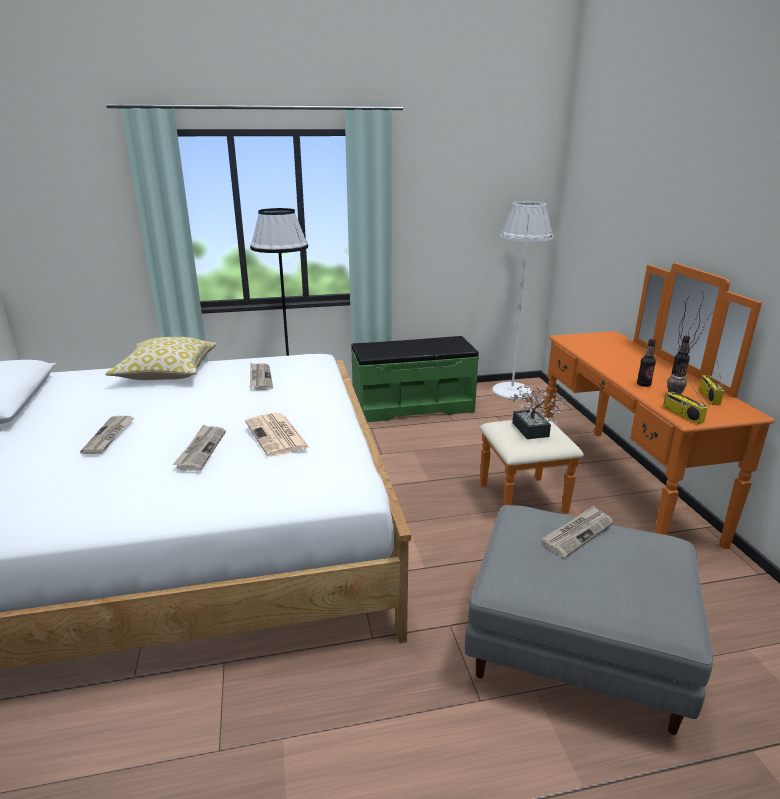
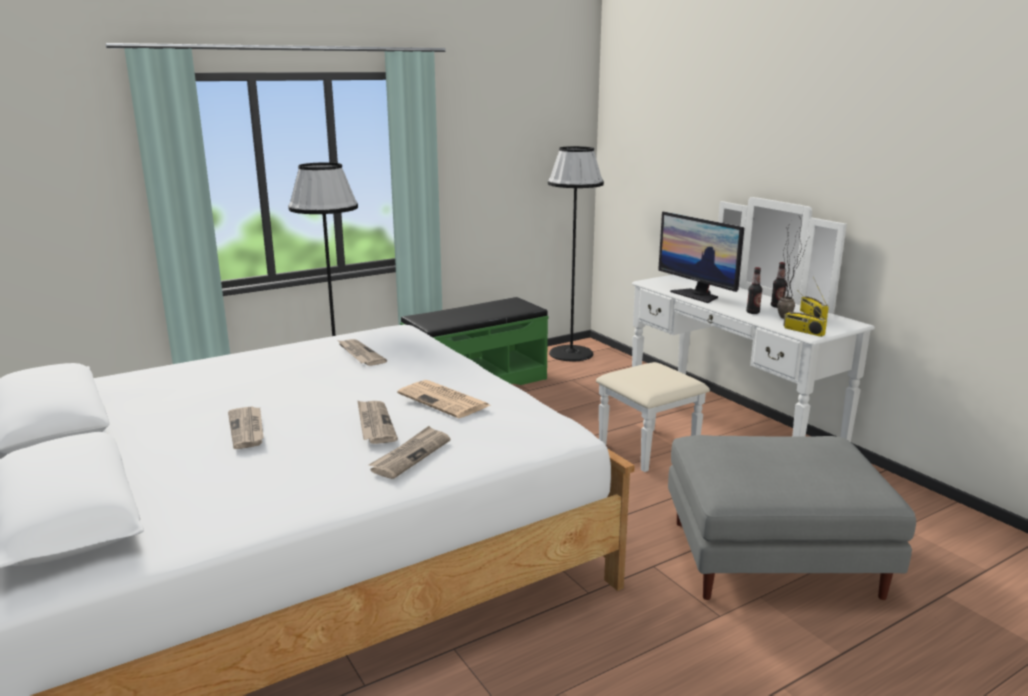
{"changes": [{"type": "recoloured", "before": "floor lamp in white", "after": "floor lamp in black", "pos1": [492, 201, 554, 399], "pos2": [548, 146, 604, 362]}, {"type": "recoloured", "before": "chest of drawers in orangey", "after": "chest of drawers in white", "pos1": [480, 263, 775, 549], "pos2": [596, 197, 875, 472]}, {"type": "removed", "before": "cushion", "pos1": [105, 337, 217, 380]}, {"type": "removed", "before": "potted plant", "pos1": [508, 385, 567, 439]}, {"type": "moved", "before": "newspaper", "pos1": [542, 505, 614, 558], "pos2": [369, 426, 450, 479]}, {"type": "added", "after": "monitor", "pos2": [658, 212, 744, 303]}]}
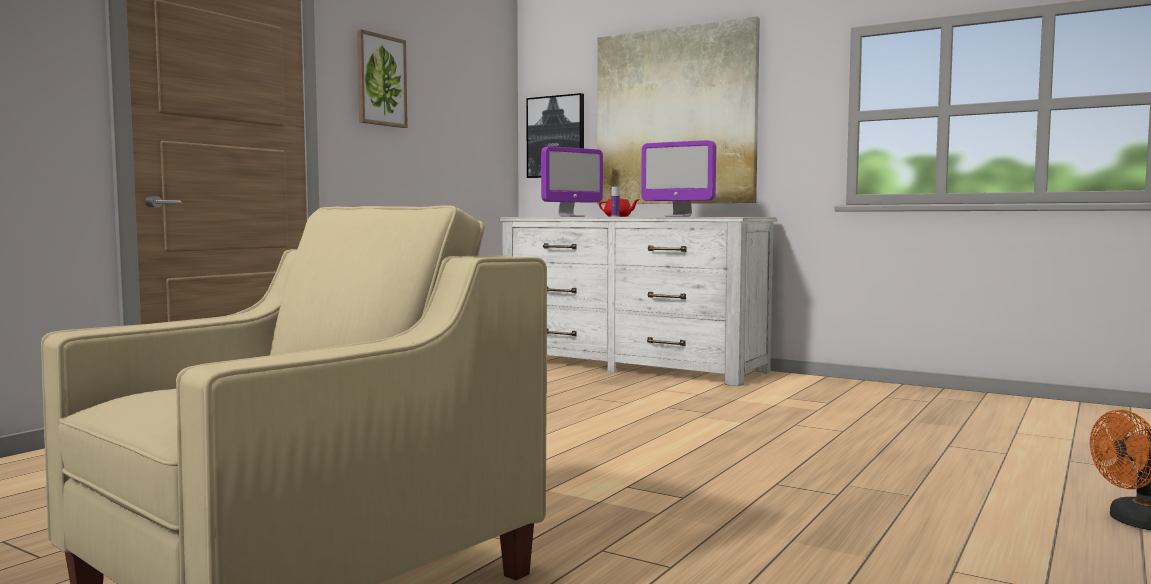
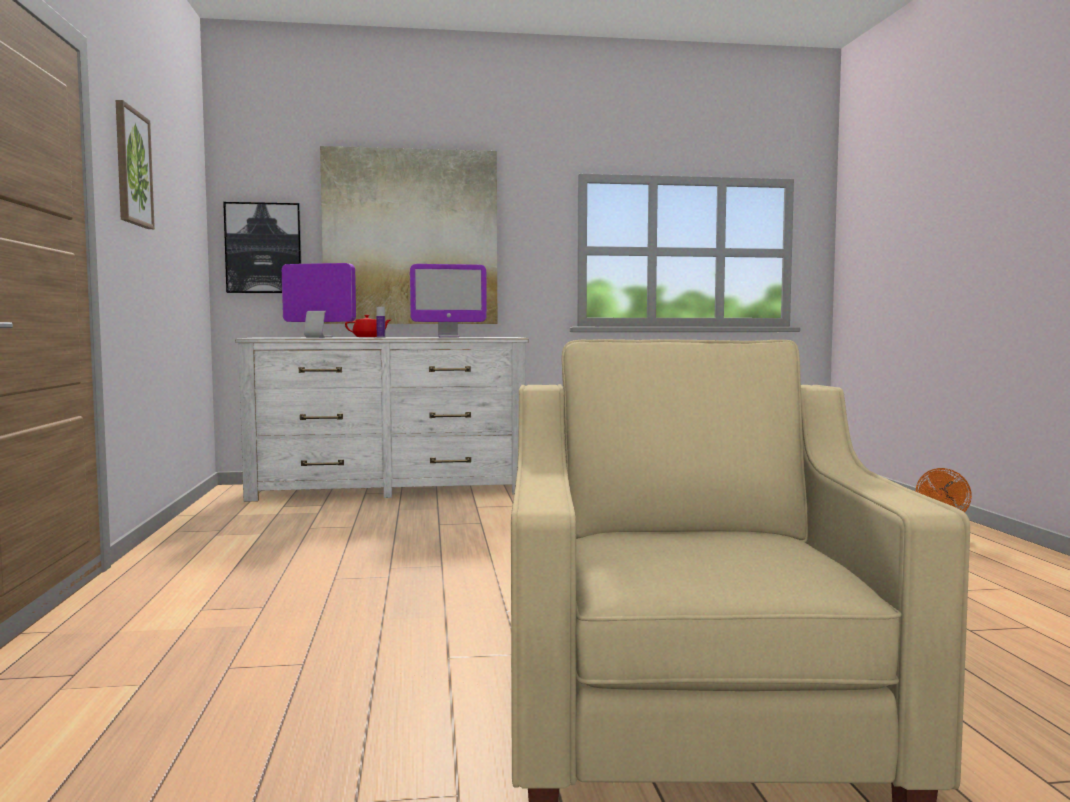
{"changes": [{"type": "turned", "before": "monitor", "pos1": [541, 147, 603, 217], "pos2": [282, 263, 356, 338], "turn": -90}]}
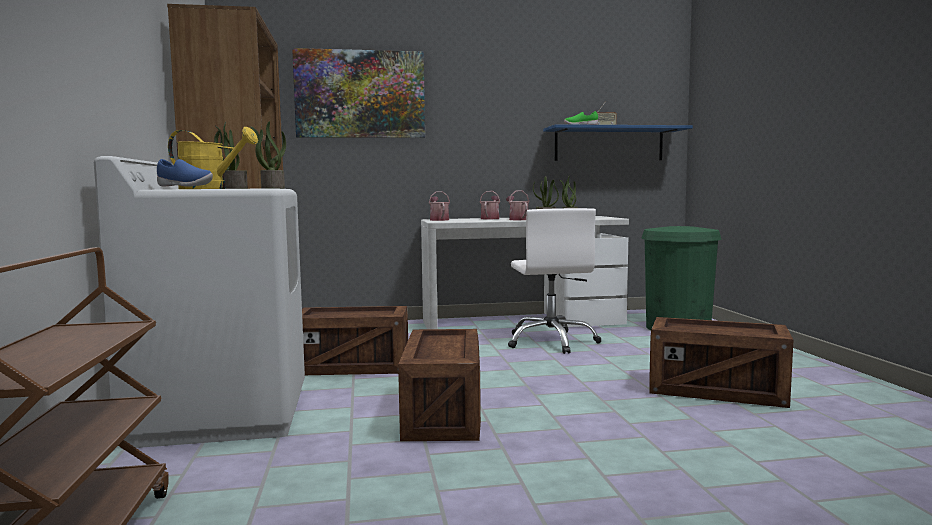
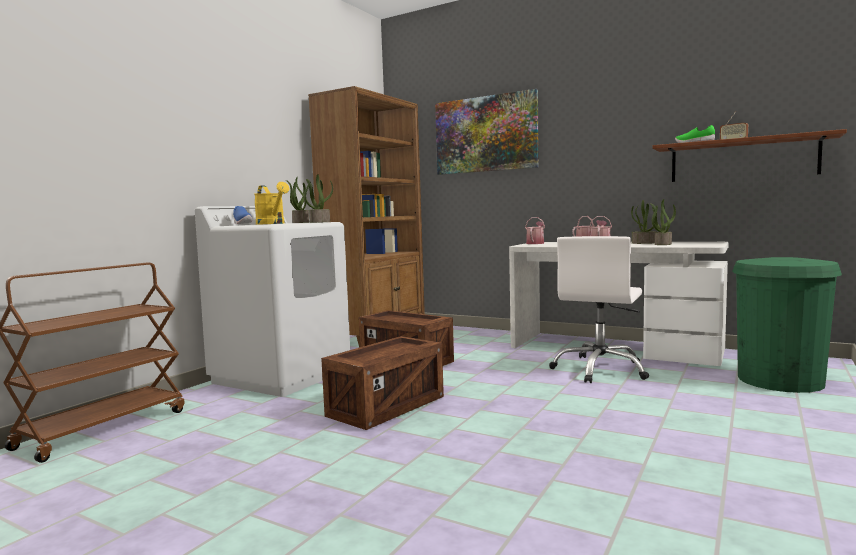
{"changes": [{"type": "recoloured", "before": "shelf in blue-coloured", "after": "shelf in brownish", "pos1": [543, 124, 693, 161], "pos2": [653, 129, 847, 182]}, {"type": "removed", "before": "crate", "pos1": [649, 317, 794, 408]}]}
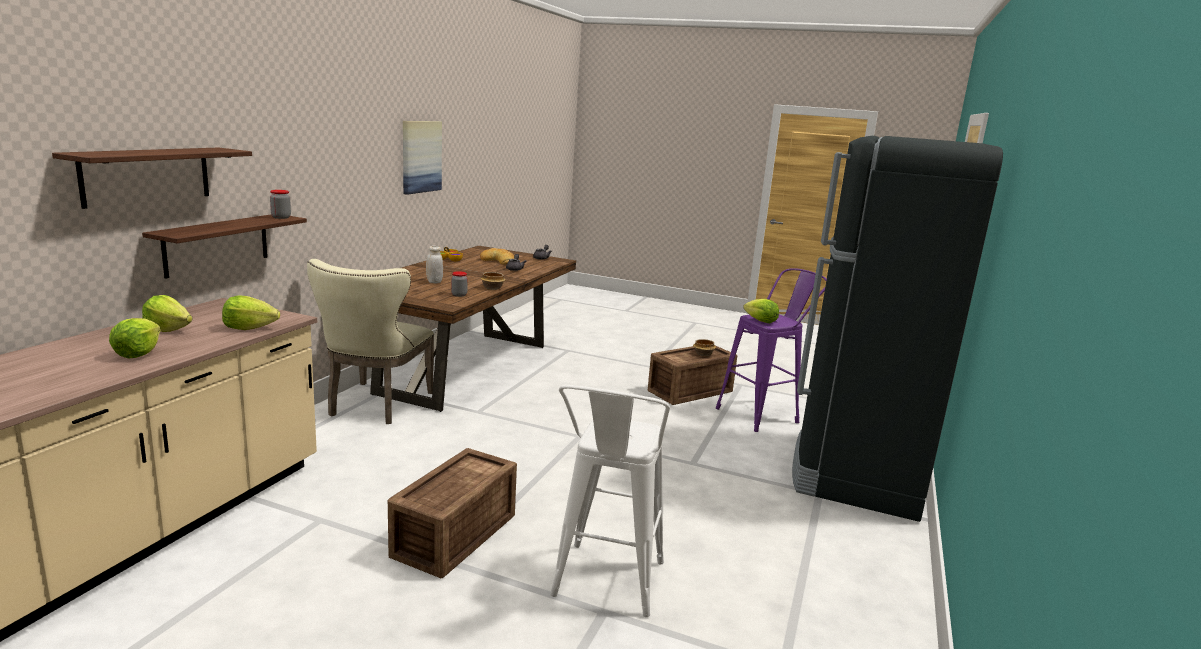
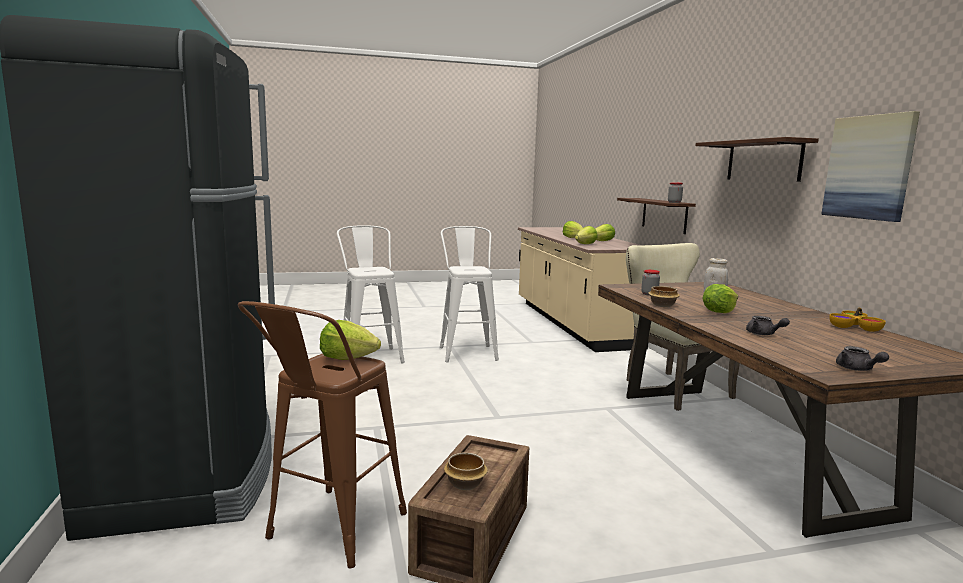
{"changes": [{"type": "moved", "before": "shelf", "pos1": [52, 147, 252, 209], "pos2": [696, 137, 819, 182]}, {"type": "removed", "before": "bread", "pos1": [480, 248, 514, 265]}, {"type": "recoloured", "before": "stool in purple-coloured", "after": "stool in brownish", "pos1": [716, 268, 827, 432], "pos2": [238, 301, 407, 568]}, {"type": "replaced", "before": "crate", "after": "stool in white", "pos1": [388, 448, 517, 578], "pos2": [440, 226, 499, 363]}, {"type": "added", "after": "lettuce head", "pos2": [702, 284, 738, 313]}]}
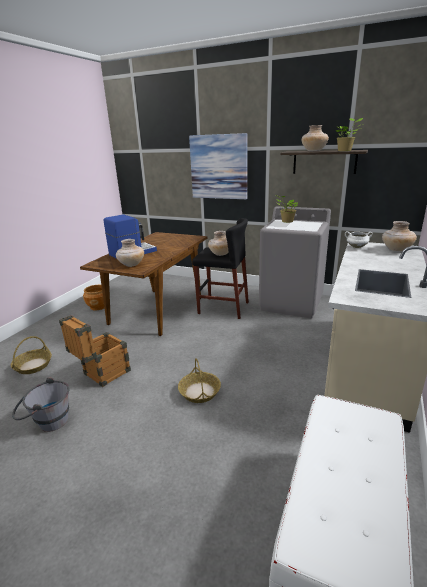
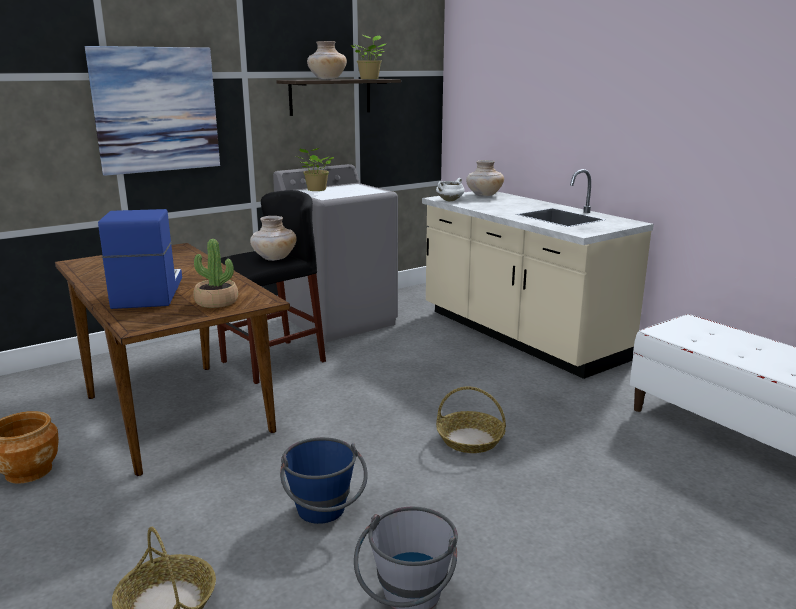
{"changes": [{"type": "replaced", "before": "vase in beige", "after": "potted plant", "pos1": [116, 239, 144, 267], "pos2": [193, 239, 238, 308]}, {"type": "replaced", "before": "crate", "after": "water bucket in blue-coloured", "pos1": [59, 315, 131, 387], "pos2": [280, 437, 368, 524]}]}
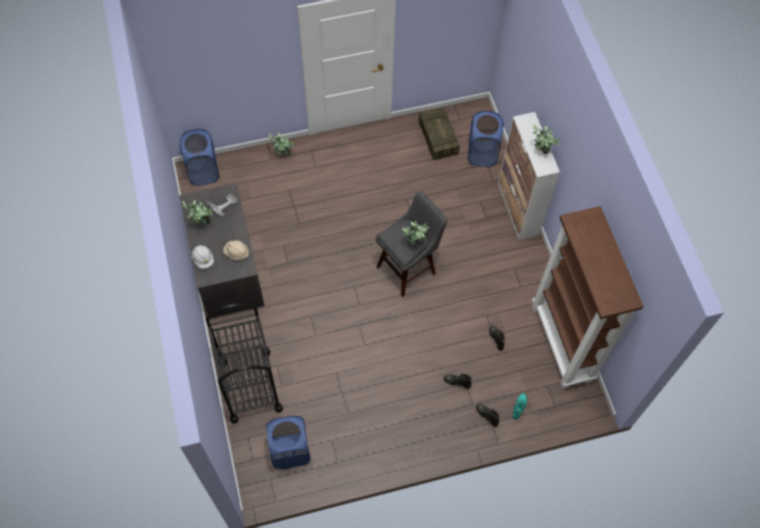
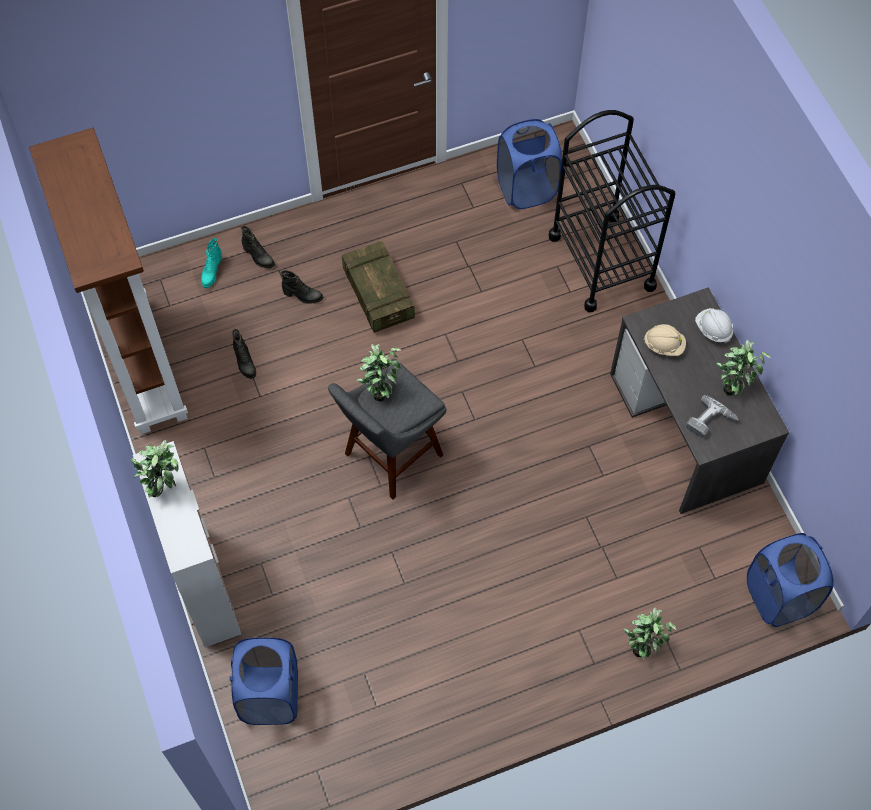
{"changes": [{"type": "moved", "before": "crate", "pos1": [419, 107, 460, 160], "pos2": [342, 241, 415, 333]}]}
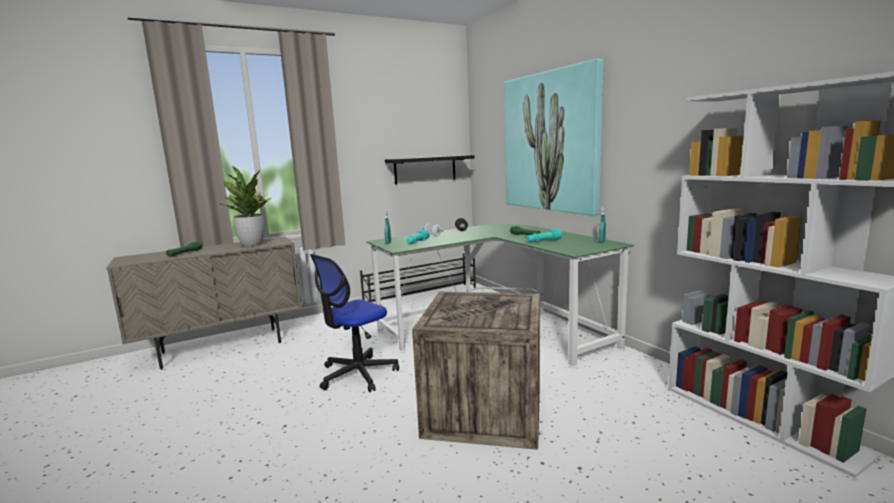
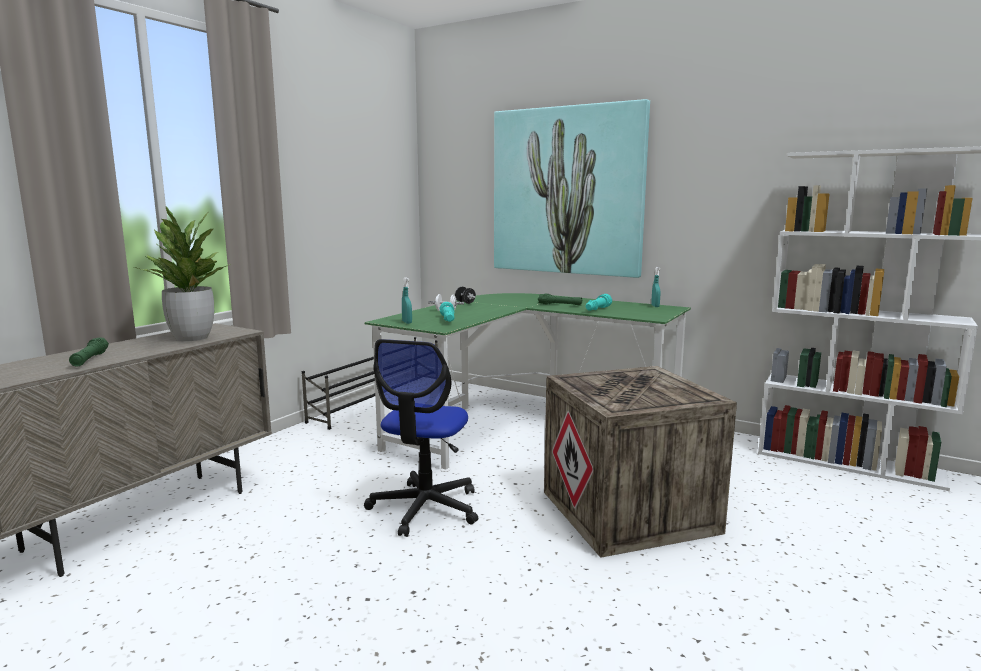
{"changes": [{"type": "removed", "before": "shelf in black", "pos1": [385, 155, 474, 184]}]}
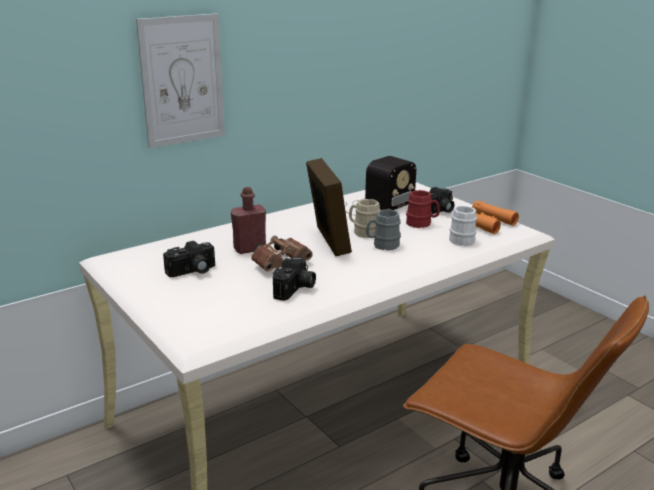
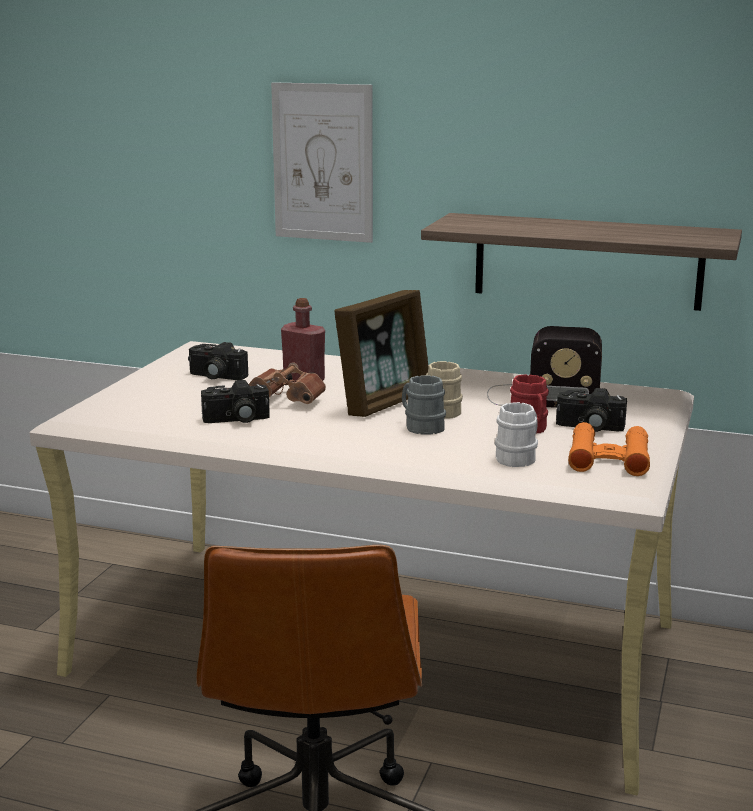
{"changes": [{"type": "added", "after": "shelf", "pos2": [421, 213, 742, 311]}]}
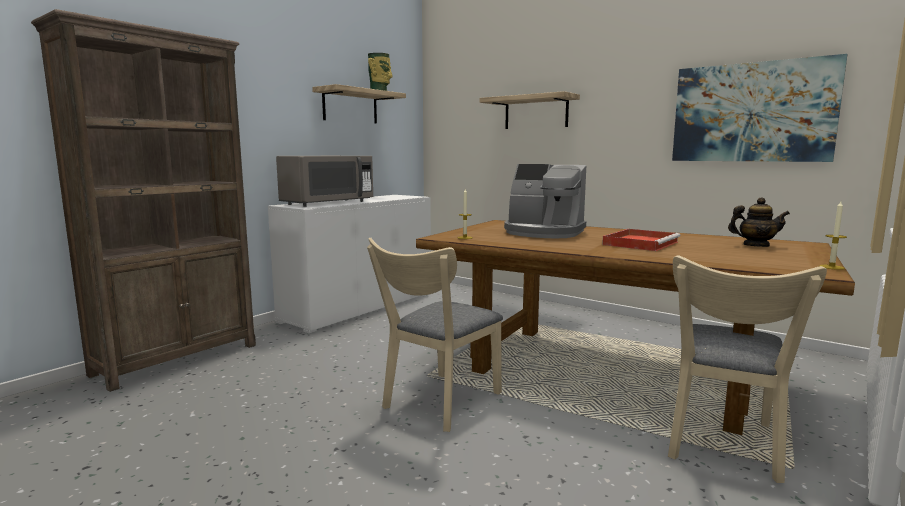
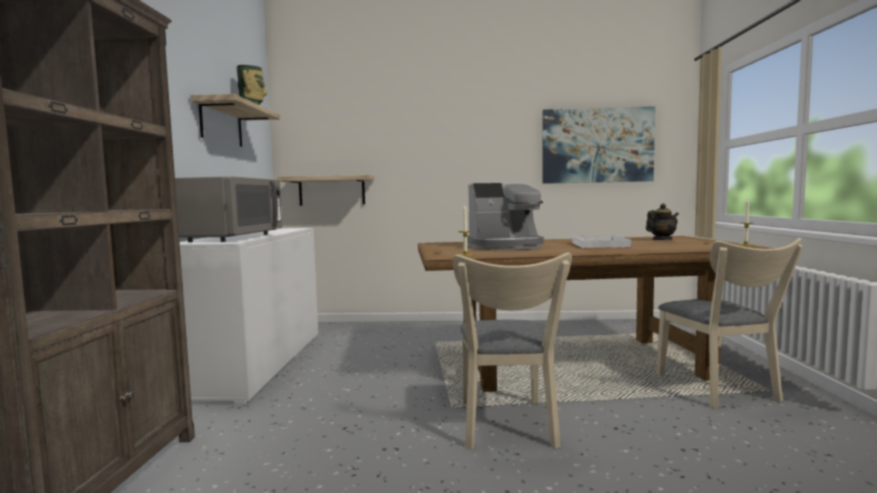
{"changes": [{"type": "moved", "before": "shelf", "pos1": [479, 91, 580, 129], "pos2": [277, 175, 375, 206]}, {"type": "recoloured", "before": "serving tray in red", "after": "serving tray in white", "pos1": [602, 229, 680, 251], "pos2": [573, 235, 633, 249]}]}
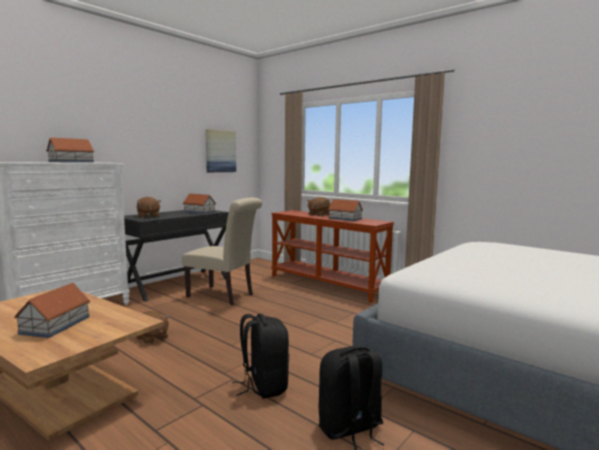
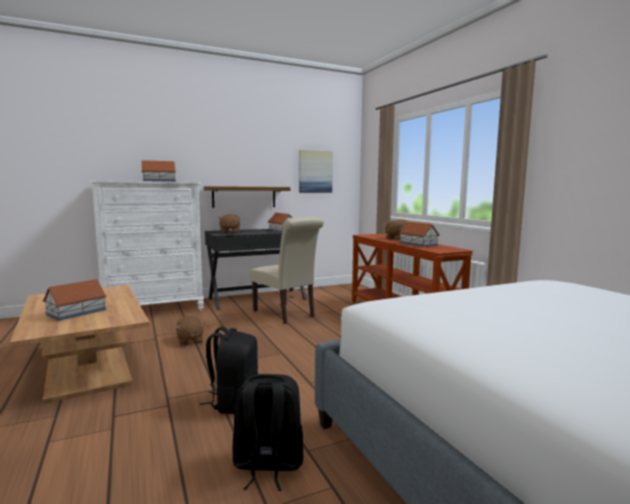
{"changes": [{"type": "added", "after": "shelf", "pos2": [204, 186, 290, 208]}]}
